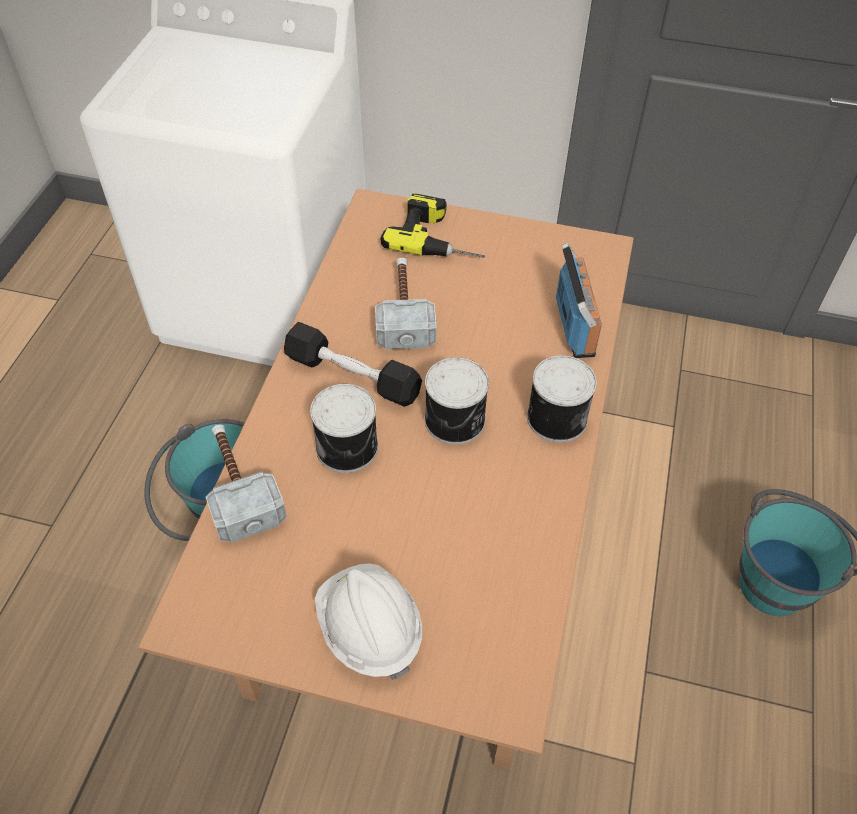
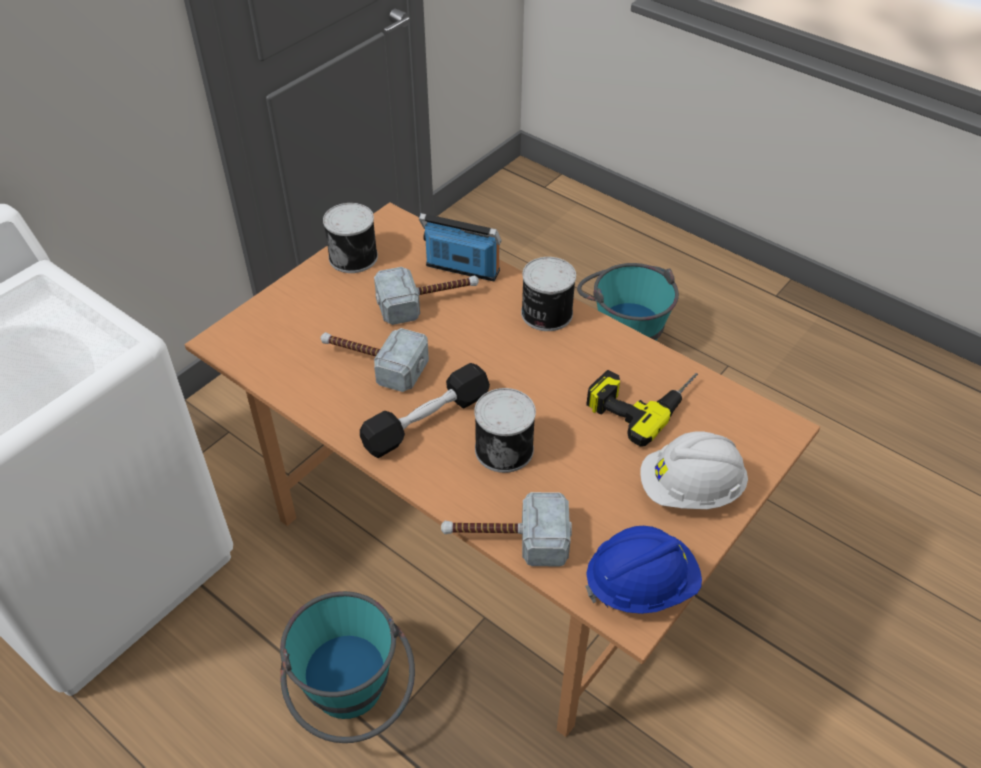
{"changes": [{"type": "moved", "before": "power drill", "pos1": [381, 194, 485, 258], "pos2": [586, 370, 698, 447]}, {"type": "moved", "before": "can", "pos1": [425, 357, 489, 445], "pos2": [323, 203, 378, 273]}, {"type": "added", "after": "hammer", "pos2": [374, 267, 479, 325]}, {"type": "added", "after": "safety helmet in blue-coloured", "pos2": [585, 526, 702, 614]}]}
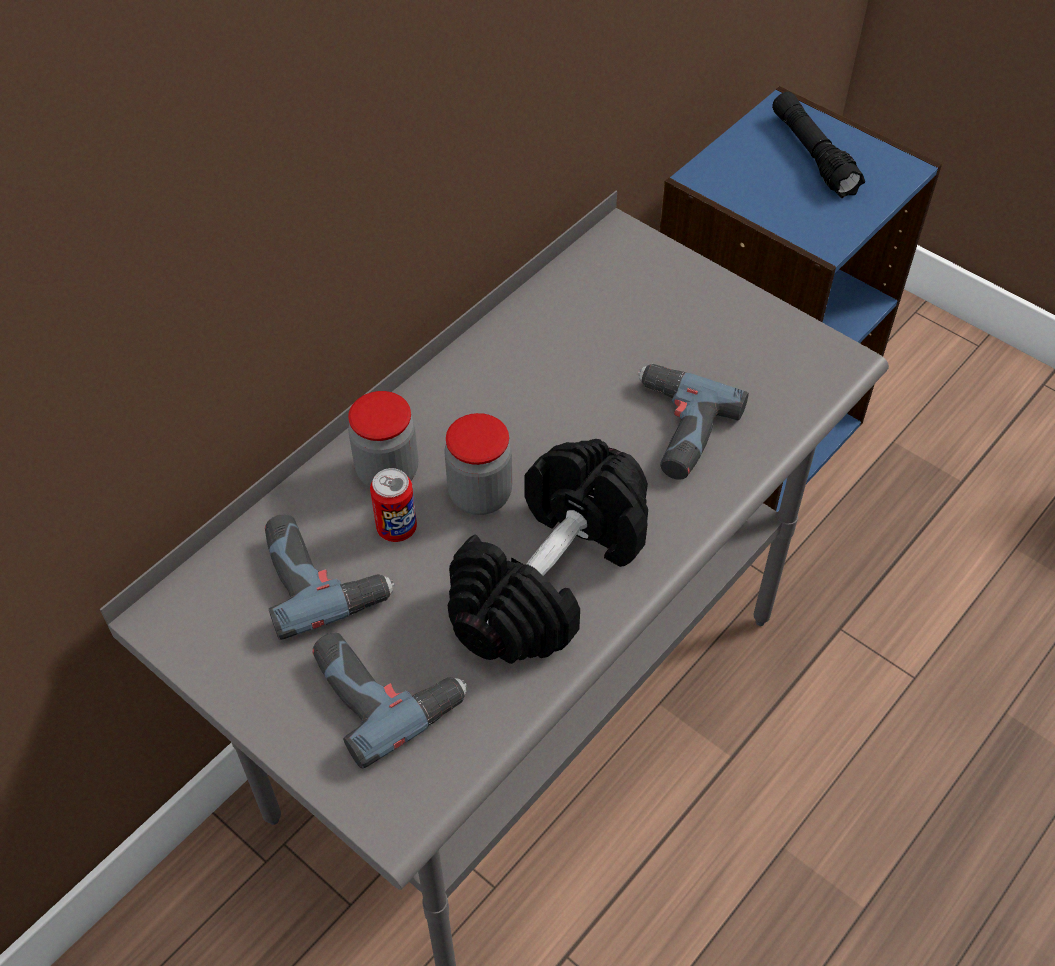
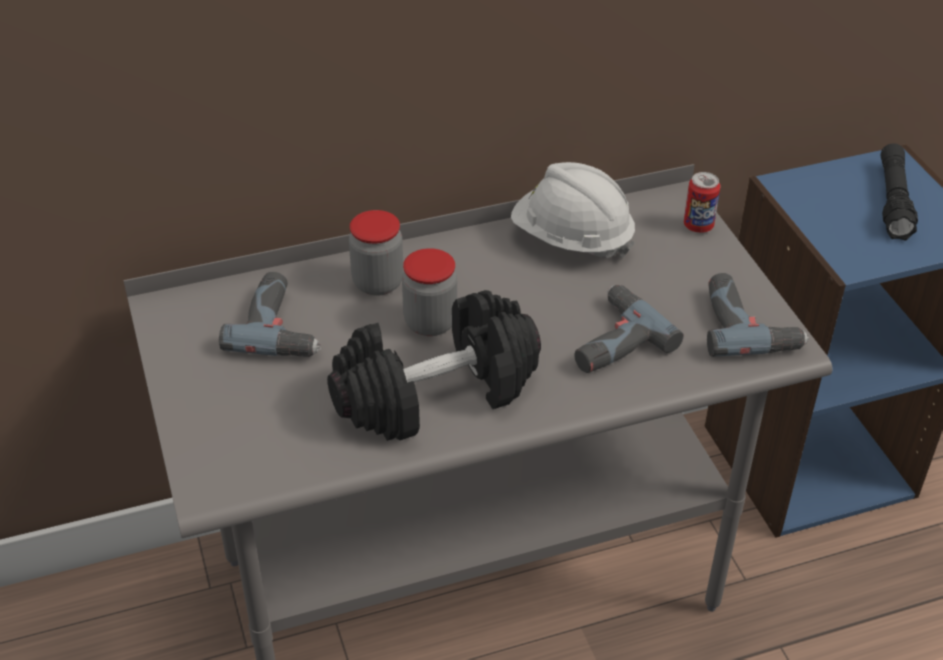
{"changes": [{"type": "moved", "before": "can", "pos1": [370, 468, 417, 542], "pos2": [684, 172, 720, 233]}, {"type": "moved", "before": "power drill", "pos1": [312, 633, 467, 768], "pos2": [707, 273, 809, 357]}, {"type": "added", "after": "safety helmet in white", "pos2": [511, 162, 635, 258]}]}
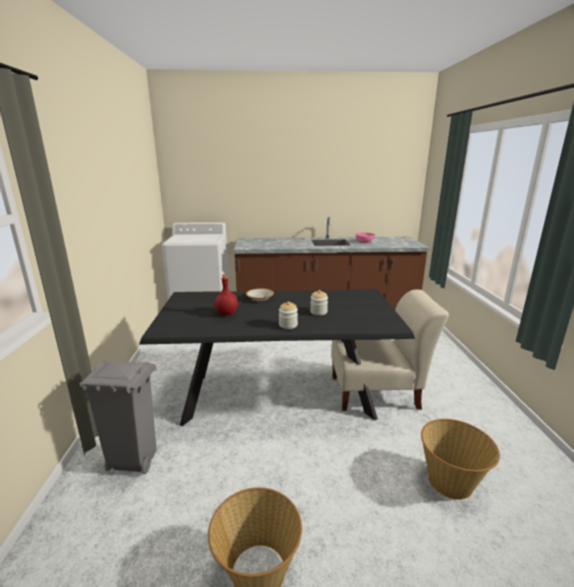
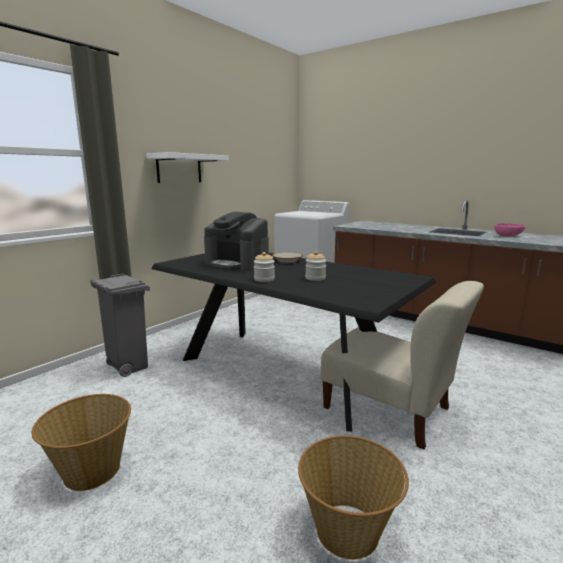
{"changes": [{"type": "replaced", "before": "drink bottle in red", "after": "coffee maker", "pos1": [215, 274, 238, 315], "pos2": [204, 212, 269, 271]}, {"type": "added", "after": "shelf in white", "pos2": [146, 152, 229, 183]}]}
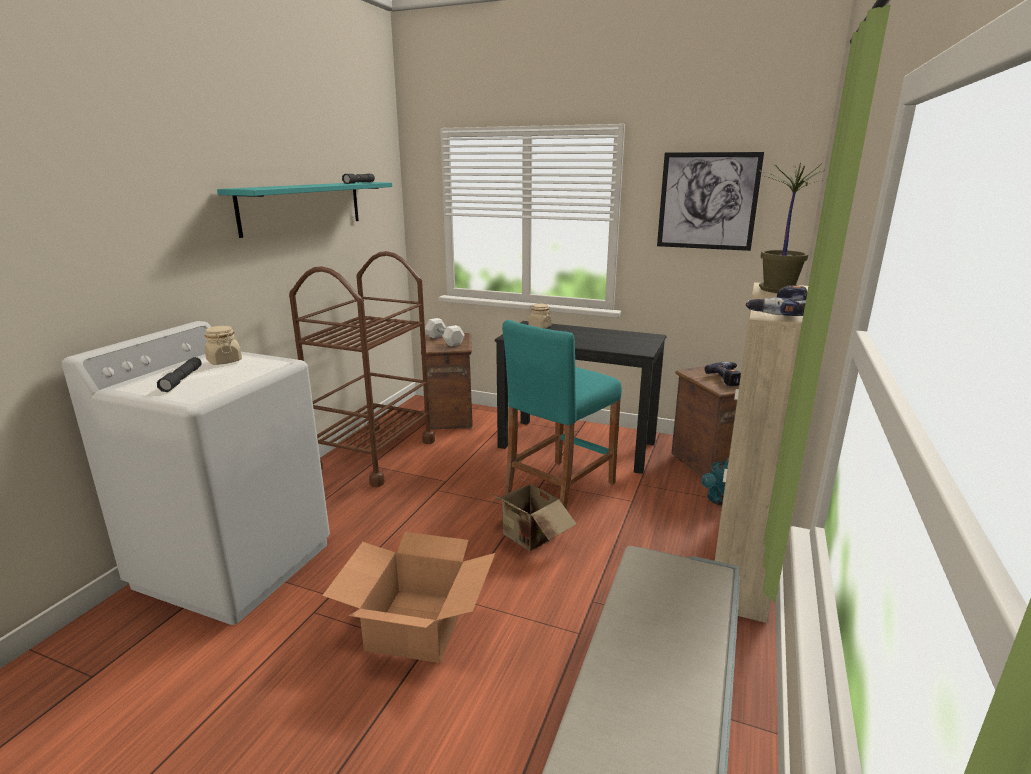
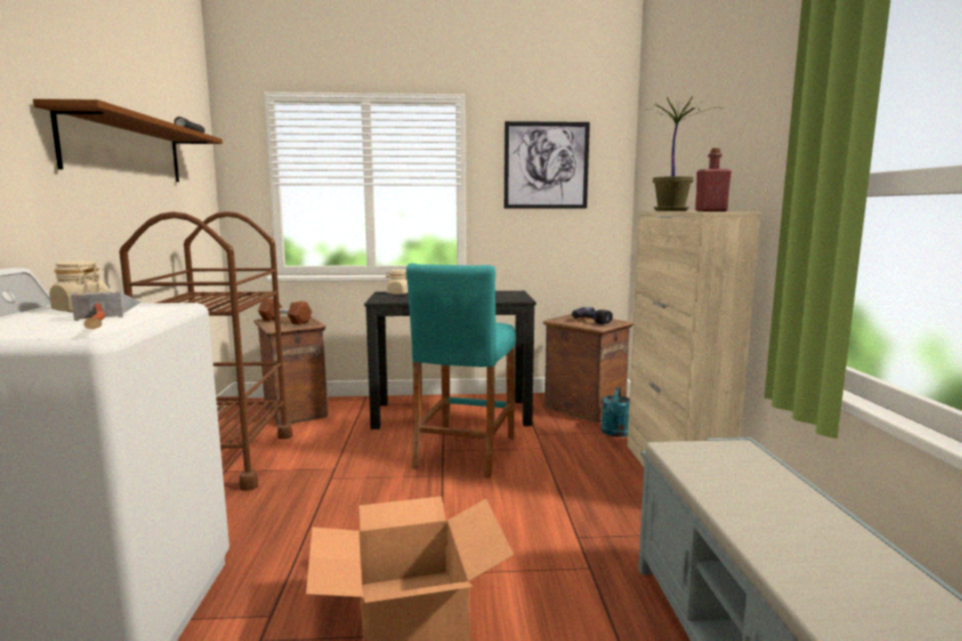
{"changes": [{"type": "recoloured", "before": "shelf in turquoise", "after": "shelf in brownish", "pos1": [217, 182, 392, 238], "pos2": [33, 99, 223, 182]}, {"type": "replaced", "before": "power drill", "after": "drink bottle in red", "pos1": [746, 285, 807, 316], "pos2": [695, 148, 732, 211]}, {"type": "recoloured", "before": "dumbbell in white", "after": "dumbbell in brownish", "pos1": [425, 318, 465, 347], "pos2": [258, 298, 312, 325]}, {"type": "removed", "before": "flashlight in greyish", "pos1": [157, 357, 202, 392]}, {"type": "removed", "before": "carton", "pos1": [488, 484, 577, 551]}, {"type": "added", "after": "hammer", "pos2": [71, 290, 141, 329]}]}
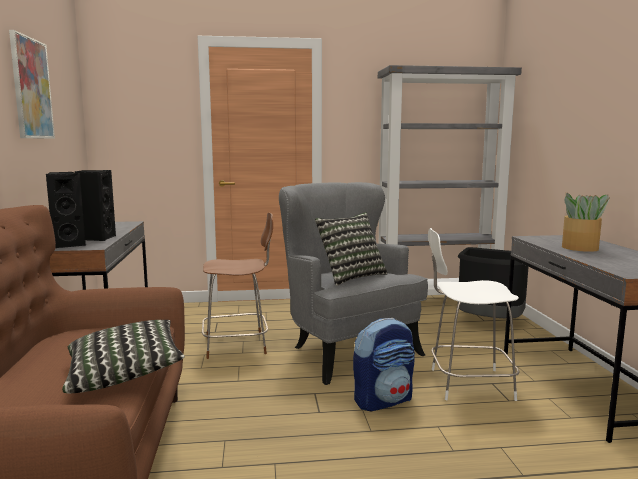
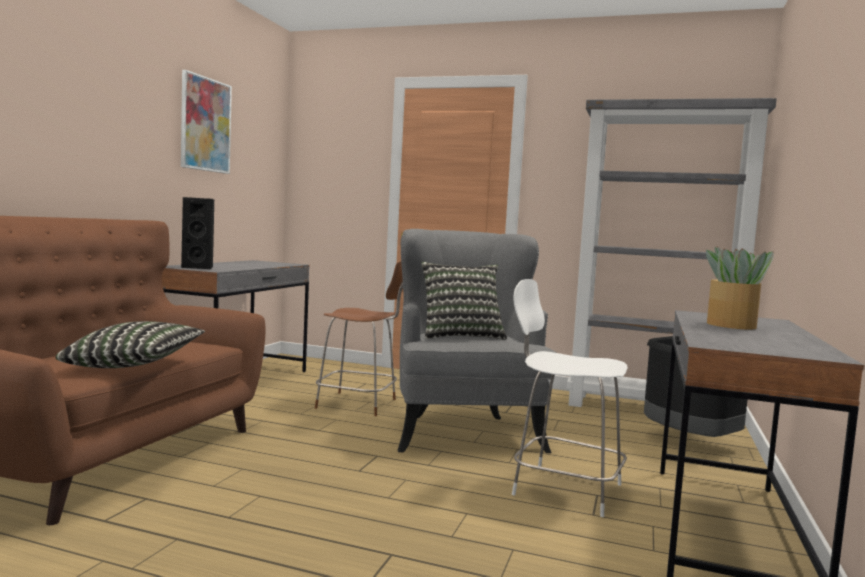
{"changes": [{"type": "removed", "before": "speaker in black", "pos1": [75, 170, 116, 241]}, {"type": "removed", "before": "knapsack", "pos1": [353, 318, 415, 411]}]}
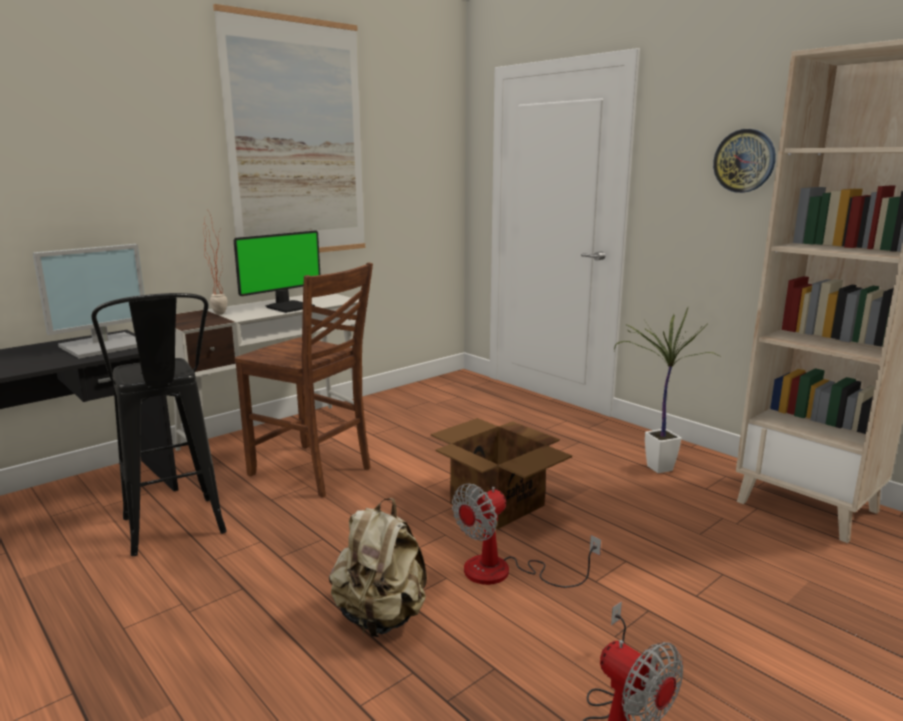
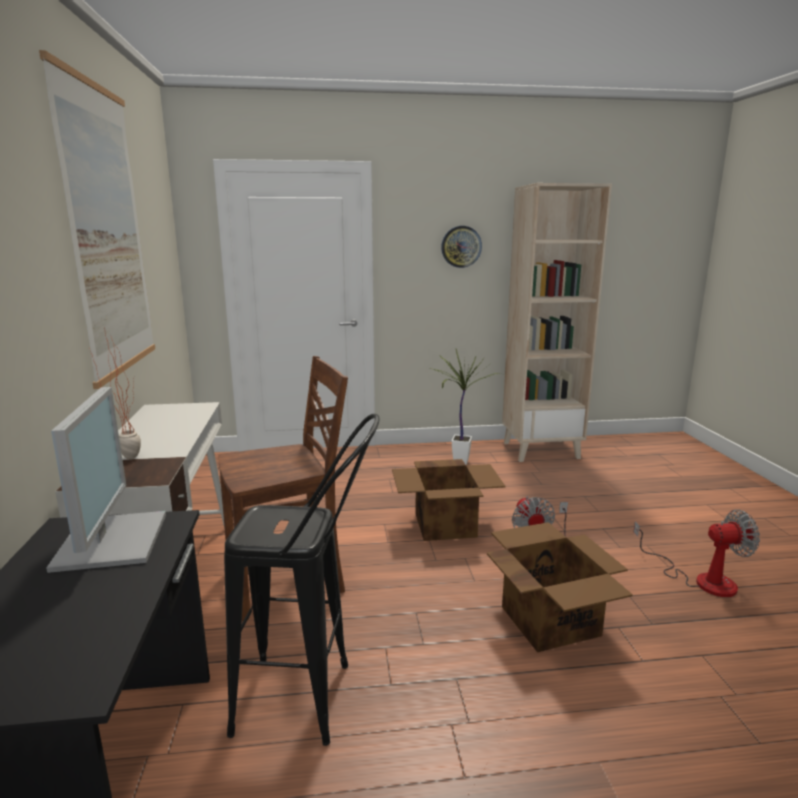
{"changes": [{"type": "removed", "before": "monitor", "pos1": [234, 230, 320, 313]}, {"type": "replaced", "before": "knapsack in beige", "after": "carton", "pos1": [329, 498, 427, 637], "pos2": [487, 522, 633, 652]}]}
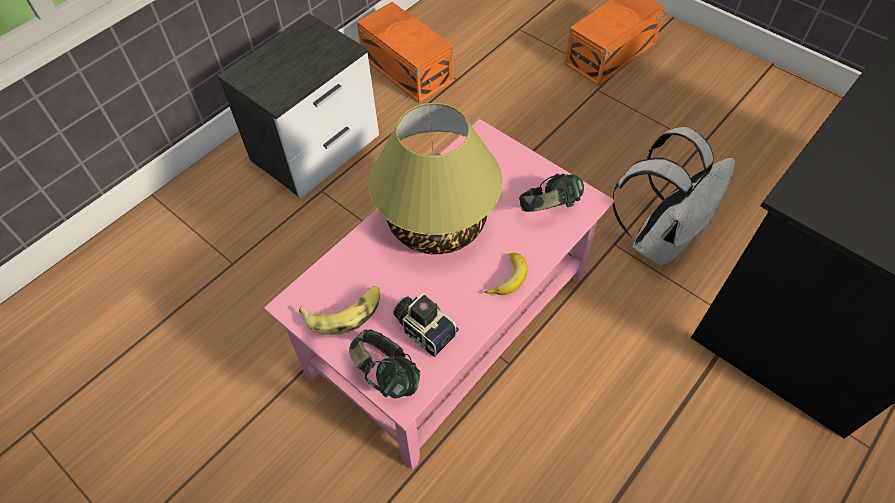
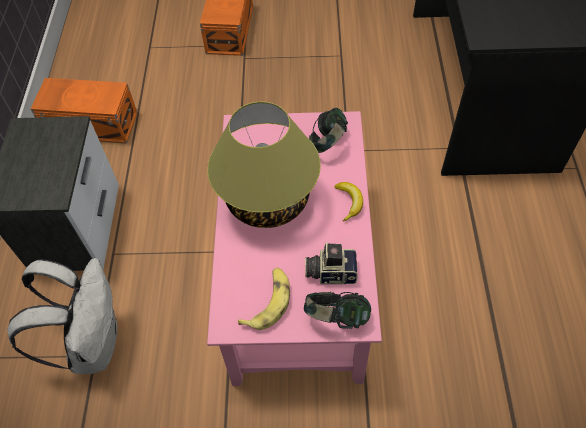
{"changes": [{"type": "moved", "before": "knapsack in white", "pos1": [613, 127, 735, 265], "pos2": [8, 258, 117, 374]}]}
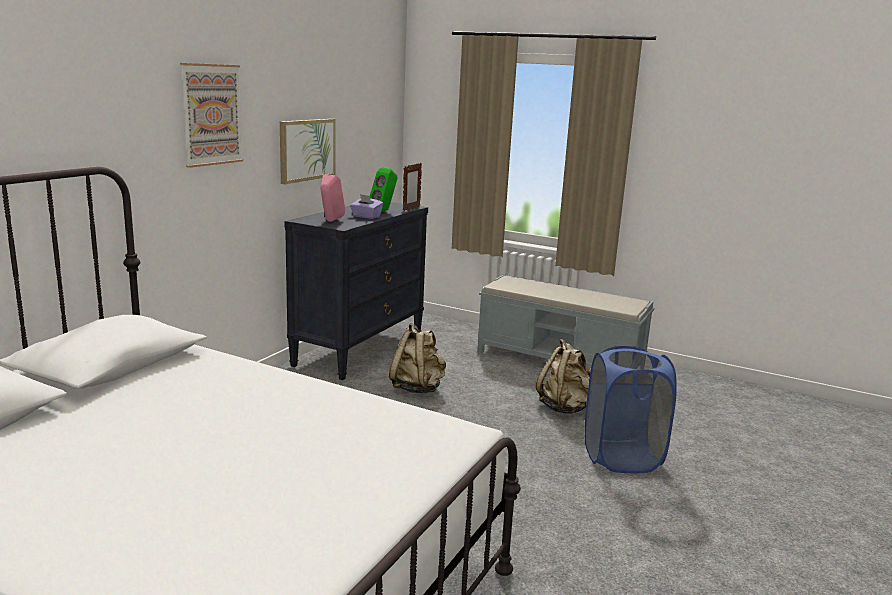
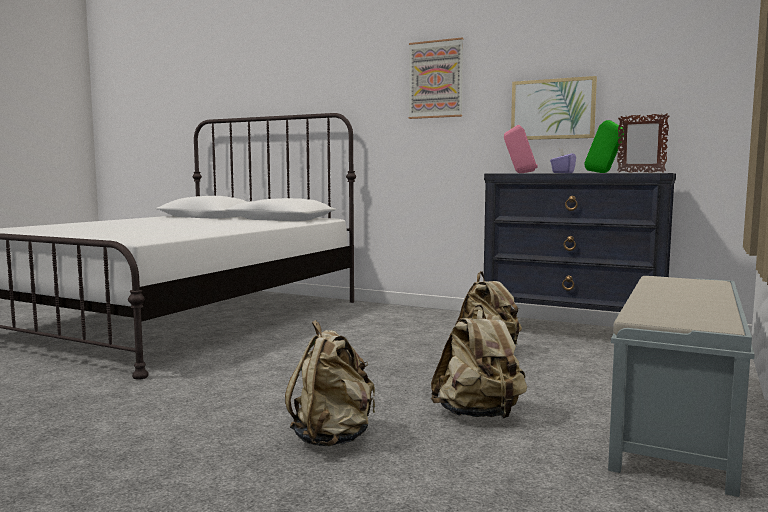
{"changes": [{"type": "replaced", "before": "washing basket in blue-coloured", "after": "knapsack in beige", "pos1": [585, 346, 677, 473], "pos2": [285, 320, 375, 446]}]}
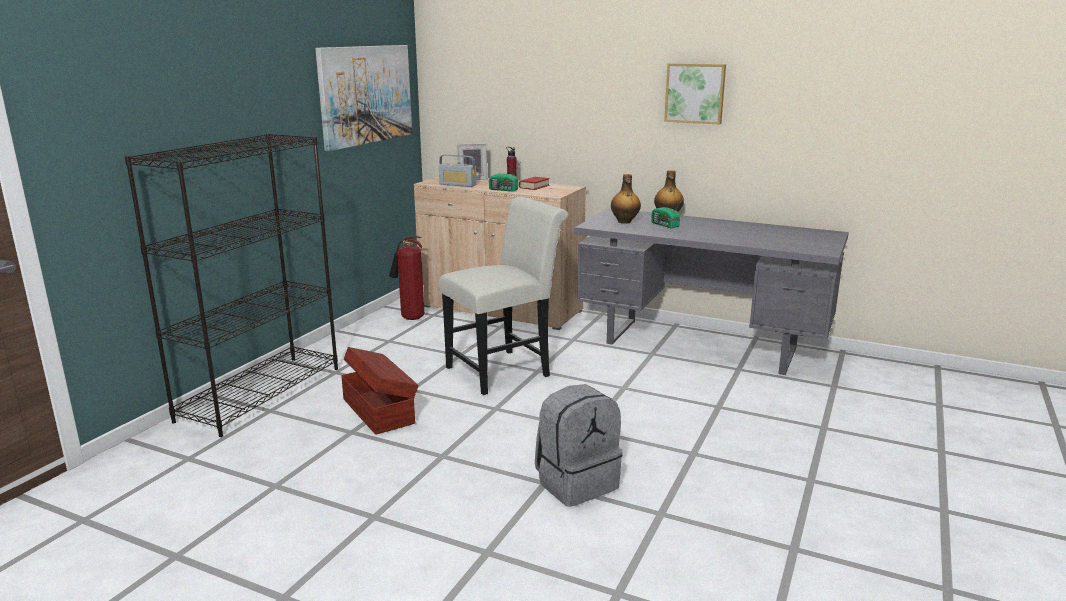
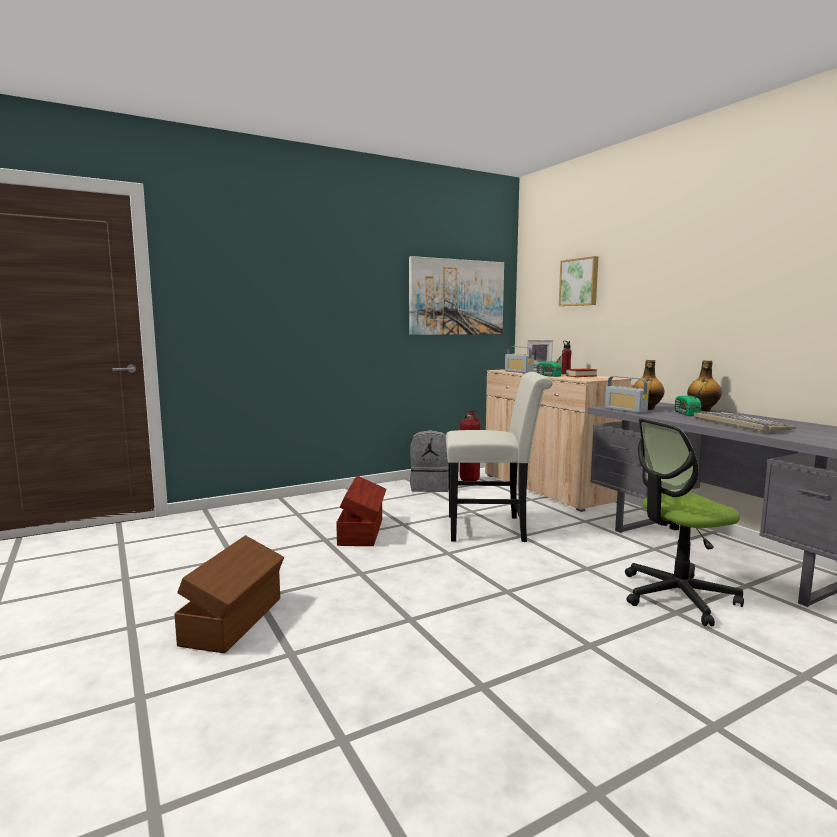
{"changes": [{"type": "moved", "before": "wall picture", "pos1": [664, 63, 726, 124], "pos2": [559, 256, 598, 306]}, {"type": "removed", "before": "shelving unit in black", "pos1": [125, 133, 338, 437]}, {"type": "moved", "before": "knapsack in greyish", "pos1": [535, 384, 623, 507], "pos2": [410, 430, 449, 492]}, {"type": "added", "after": "radio set", "pos2": [605, 376, 649, 413]}, {"type": "added", "after": "PC keyboard", "pos2": [694, 412, 796, 433]}, {"type": "added", "after": "office chair", "pos2": [625, 418, 744, 626]}, {"type": "added", "after": "storage container in brownish", "pos2": [174, 535, 284, 653]}]}
